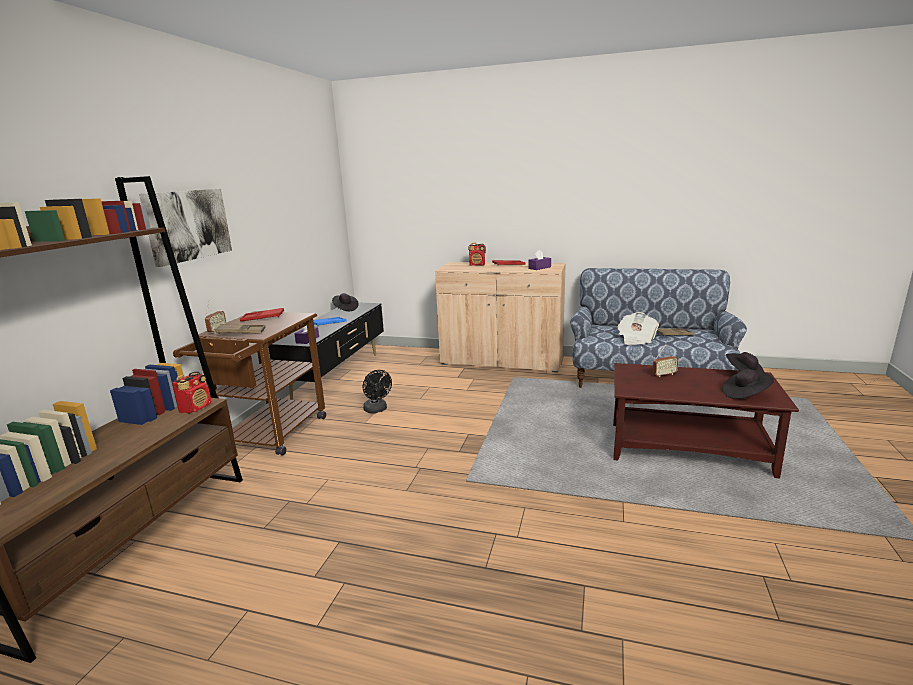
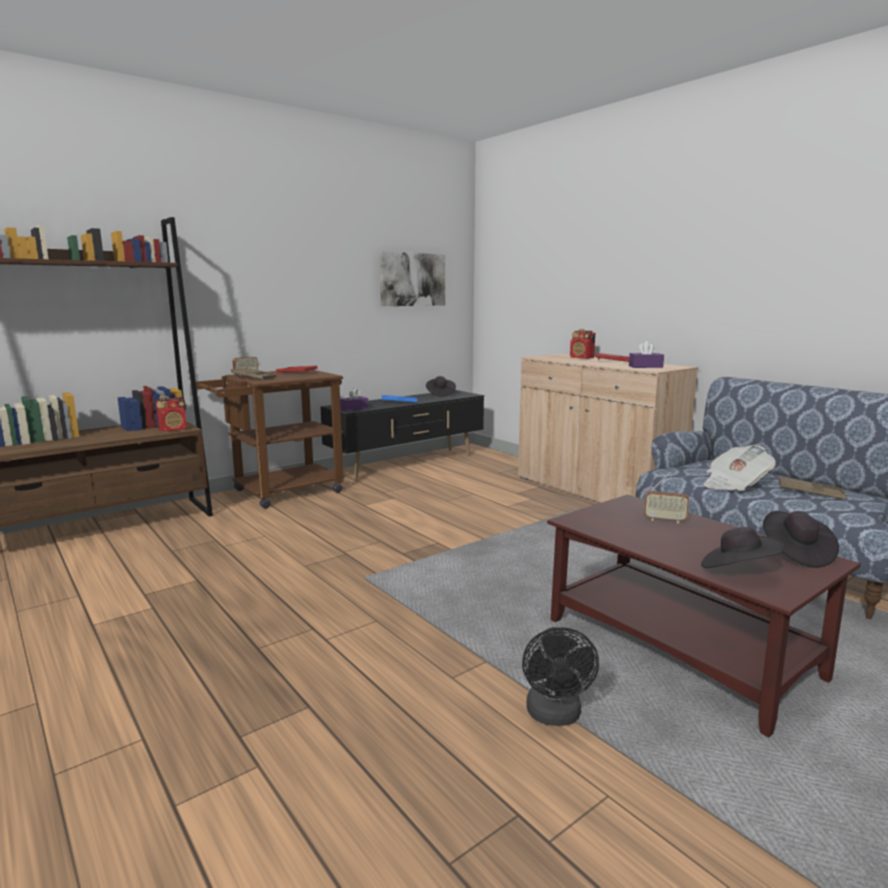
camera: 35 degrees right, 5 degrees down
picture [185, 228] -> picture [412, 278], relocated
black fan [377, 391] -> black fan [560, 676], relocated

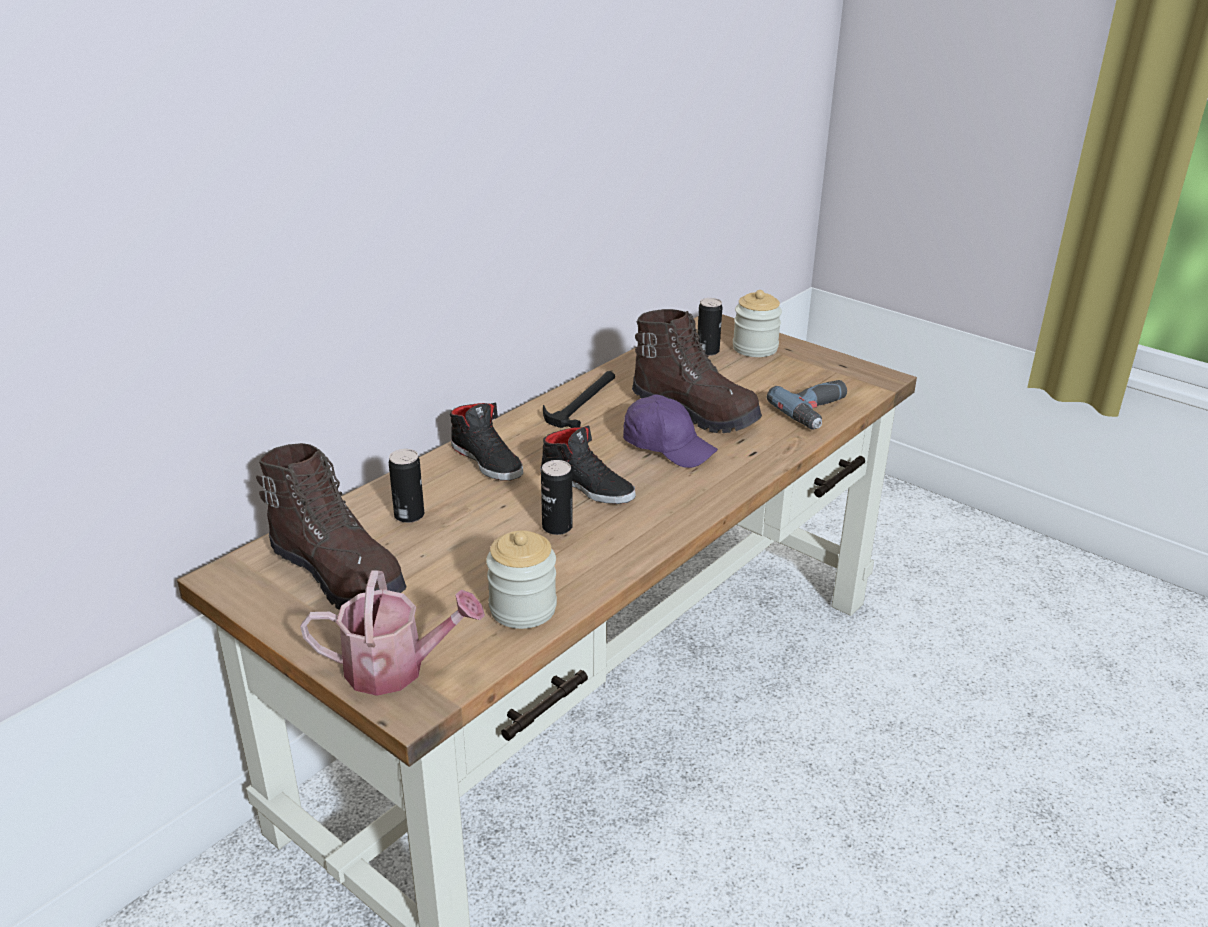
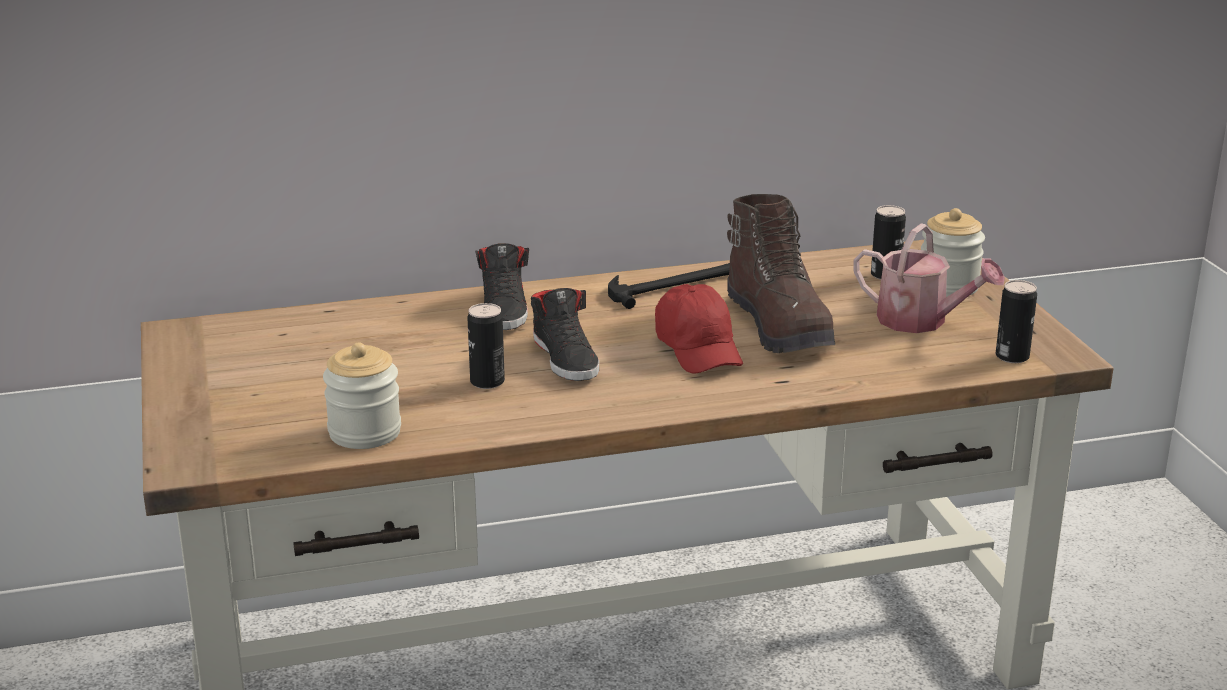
camera: 35 degrees right, 5 degrees down
brown boot [331, 526] -> none
watering can [392, 633] -> watering can [929, 278], relocated
can [406, 486] -> can [1016, 321], relocated
purple cap [670, 431] -> red cap [699, 329]
power drill [807, 405] -> none

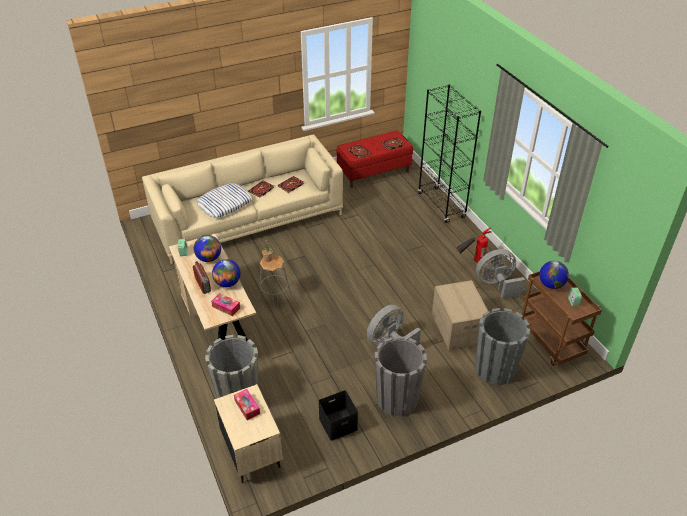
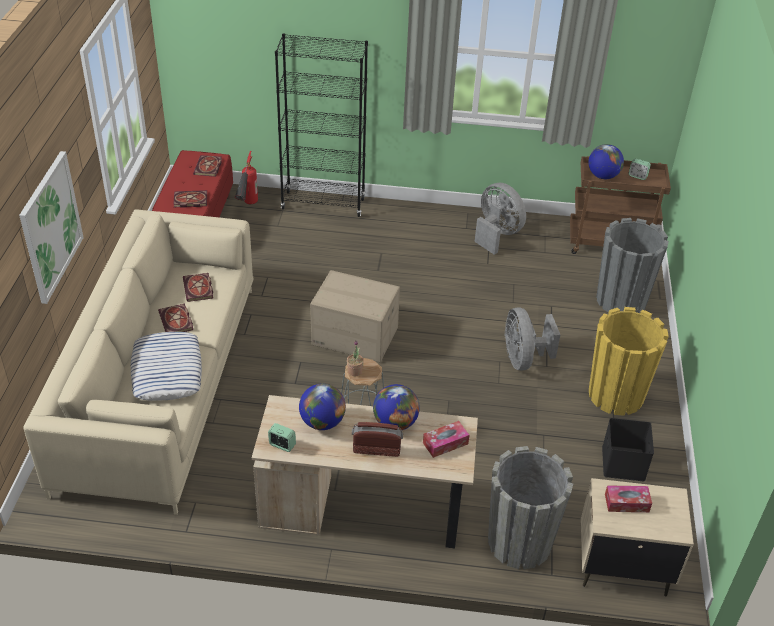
camera: 60 degrees left, 0 degrees up
grey planter [401, 376] -> yellow planter [629, 361]
cardboard box [460, 315] -> cardboard box [355, 316], relocated
fire extinguisher [474, 244] -> fire extinguisher [246, 177], relocated
grey fan [500, 274] -> grey fan [500, 219], 120 degrees clockwise
none -> picture [51, 227]

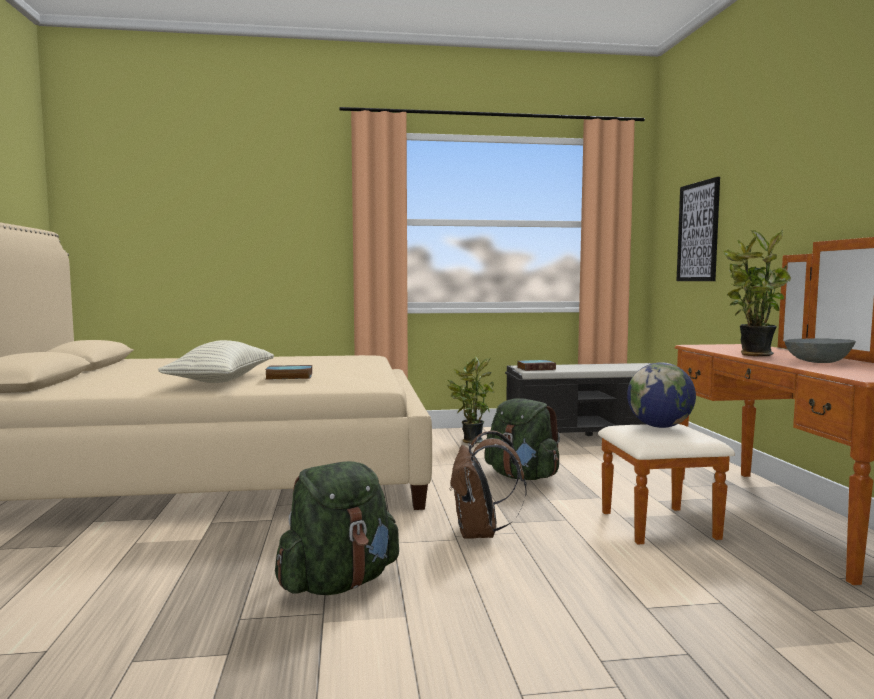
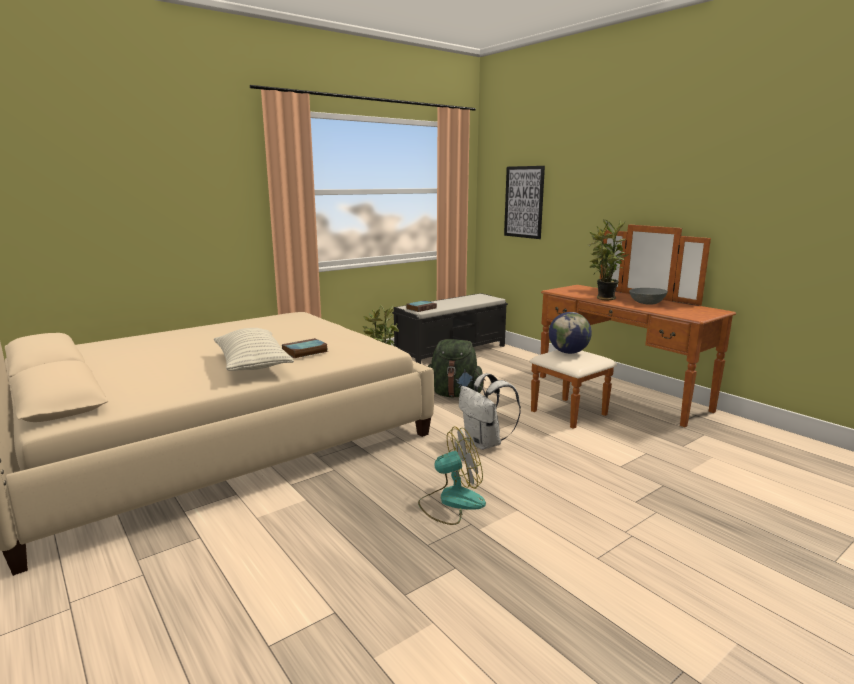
camera: 30 degrees left, 10 degrees up
green backpack [337, 528] -> fan [452, 475]
brown backpack [488, 484] -> white backpack [490, 411]

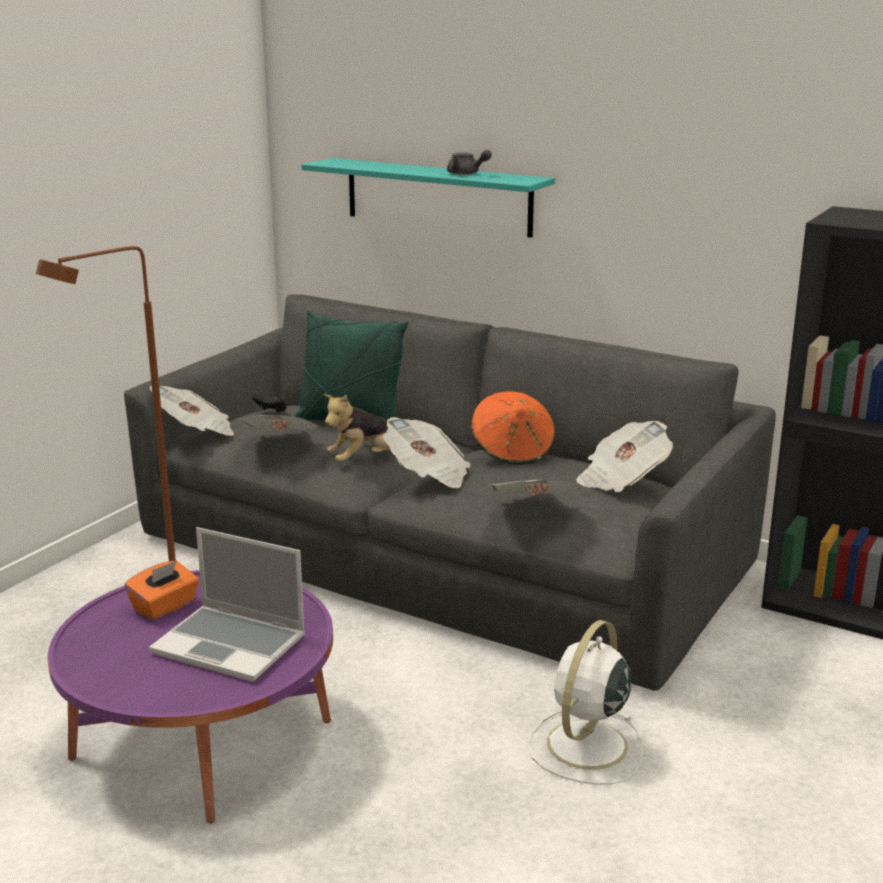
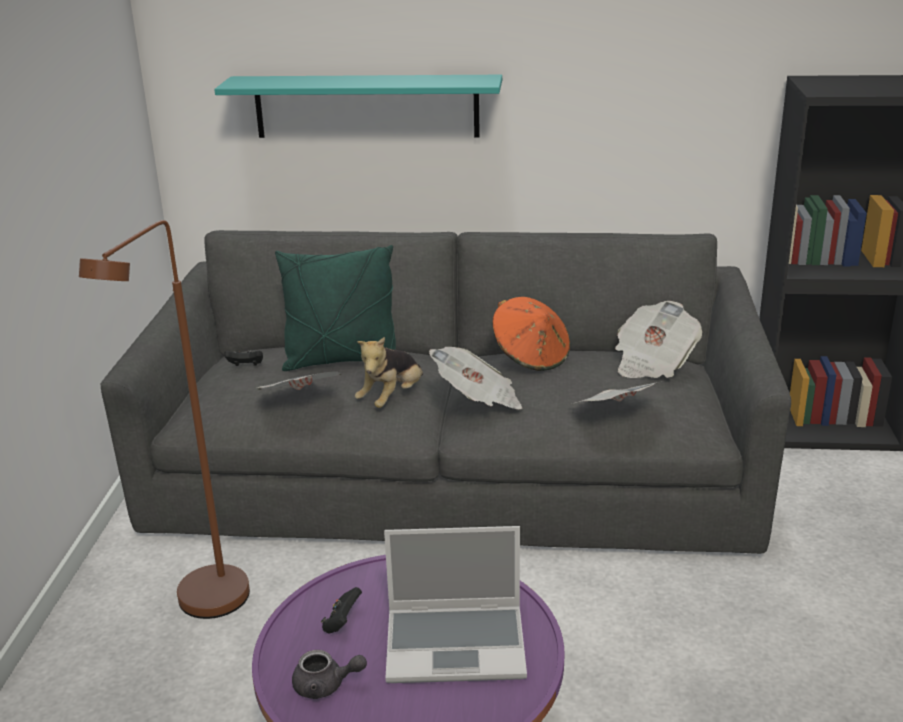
camera: 25 degrees left, 5 degrees up
orange tissue box [162, 590] -> black game controller [341, 610]
newspaper [191, 411] -> none
grey teapot [469, 162] -> grey teapot [329, 674], relocated
white fan [585, 702] -> none

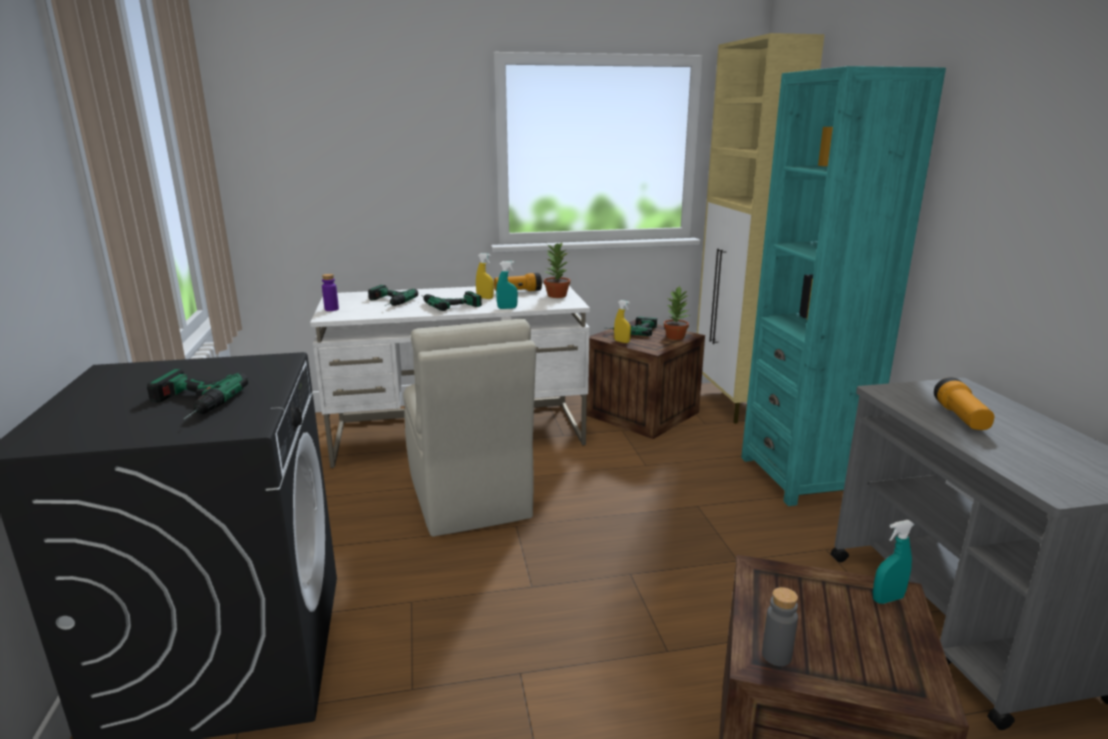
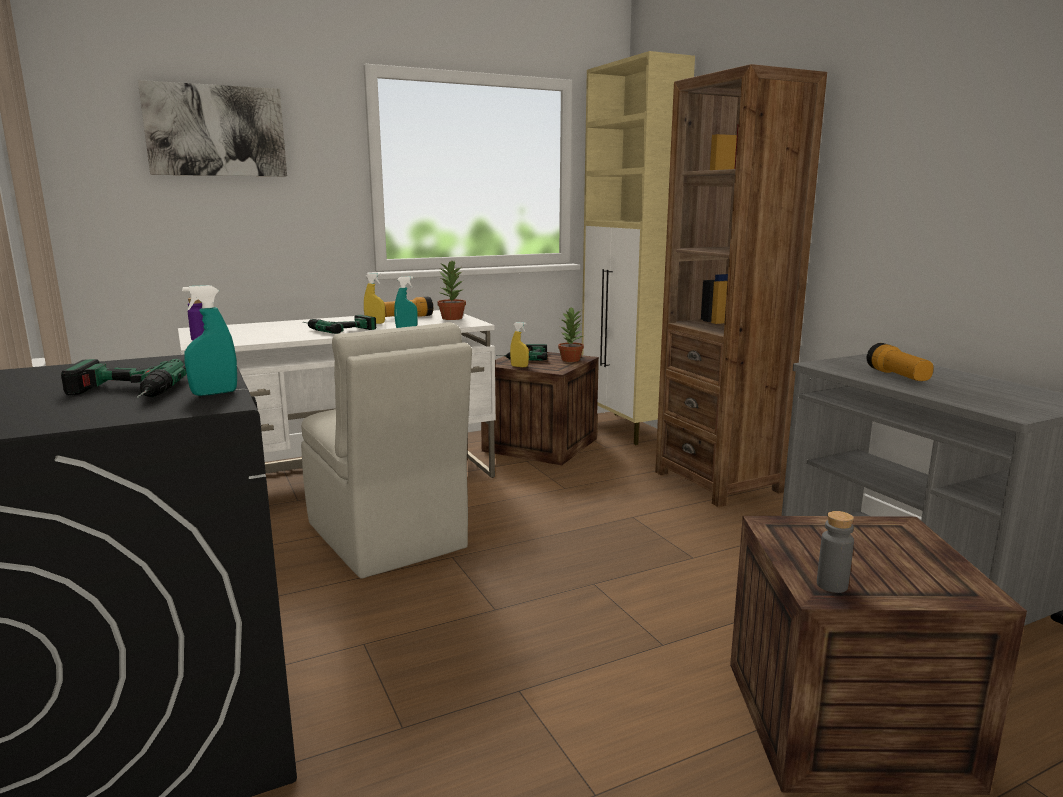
camera: 15 degrees left, 5 degrees down
power drill [393, 295] -> none
turquoise bookcase [843, 286] -> brown bookcase [741, 285]
turquoise spray bottle [894, 562] -> turquoise spray bottle [209, 340], relocated
none -> picture [212, 128]

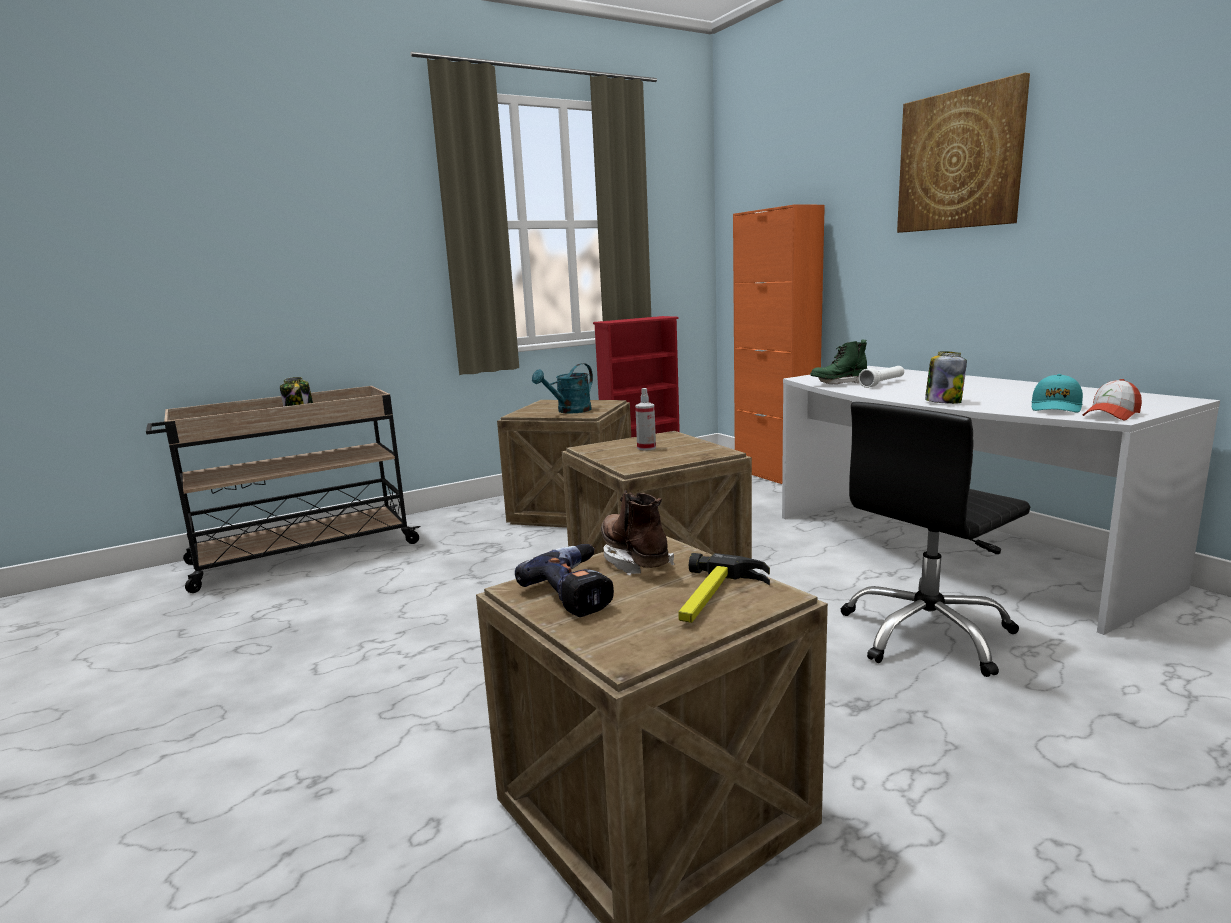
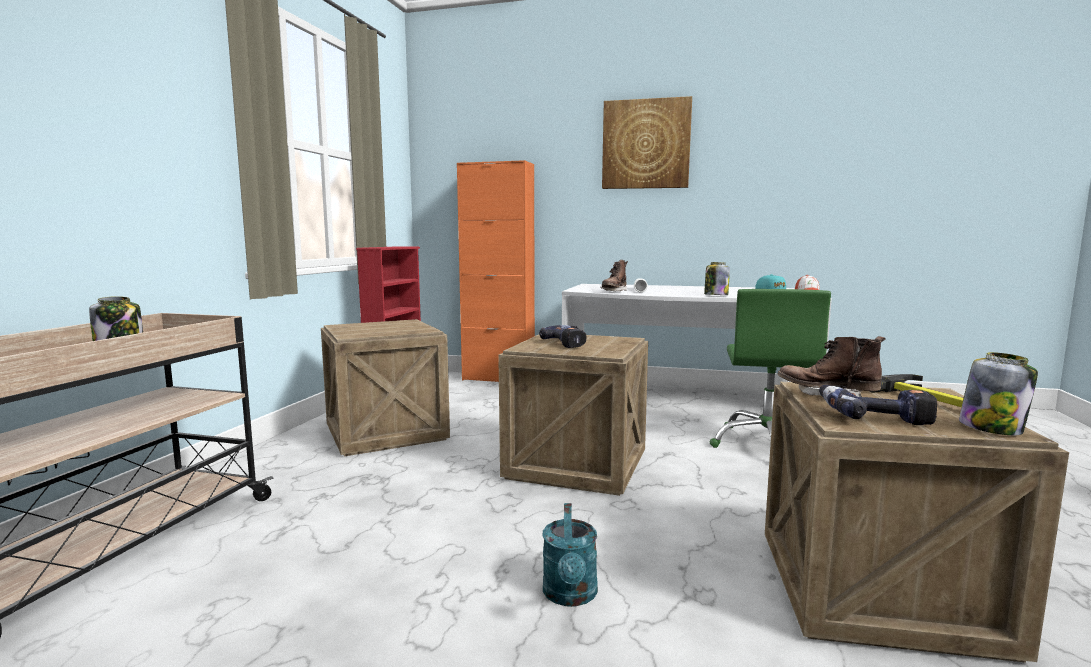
camera: 45 degrees left, 5 degrees down
turquoise watering can [562, 388] -> turquoise watering can [570, 555], relocated
spray bottle [645, 419] -> power drill [562, 336]
green boot [838, 362] -> brown boot [614, 276]
black office chair [935, 539] -> green office chair [770, 368]
none -> jar [998, 393]

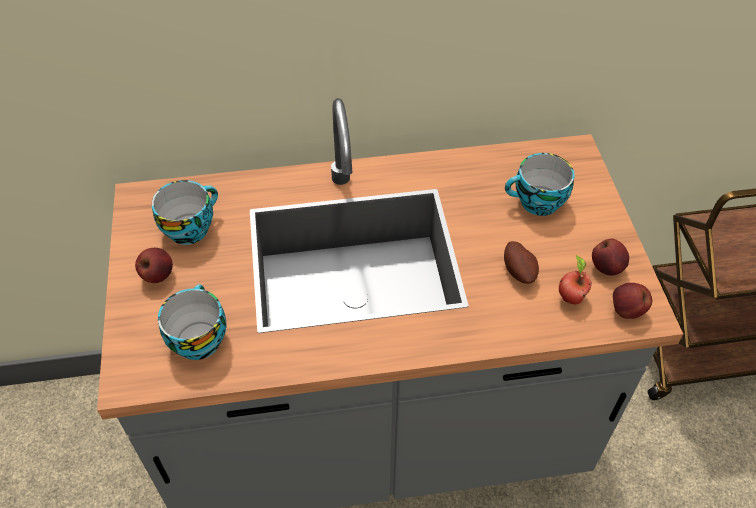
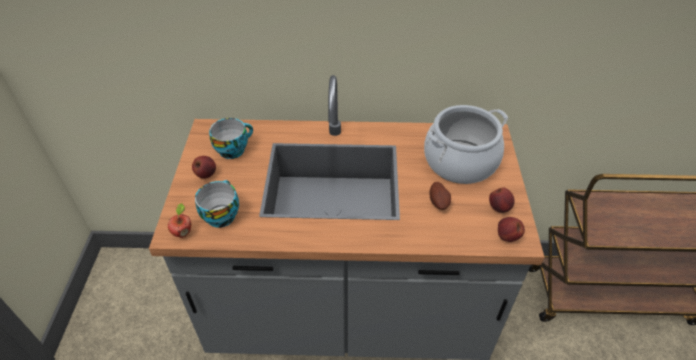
camera: 10 degrees right, 5 degrees down
cup [540, 184] -> cooking pot [466, 144]
apple [575, 279] -> apple [179, 220], relocated

